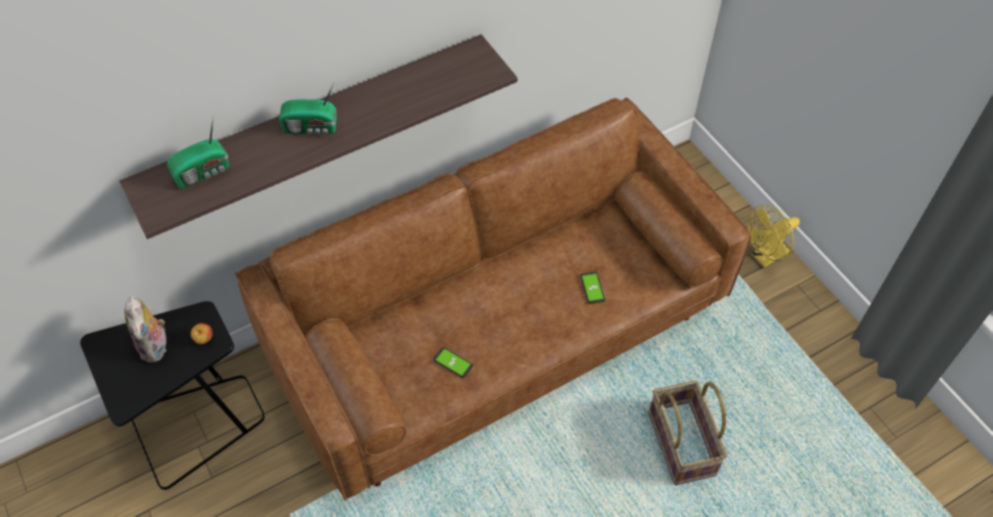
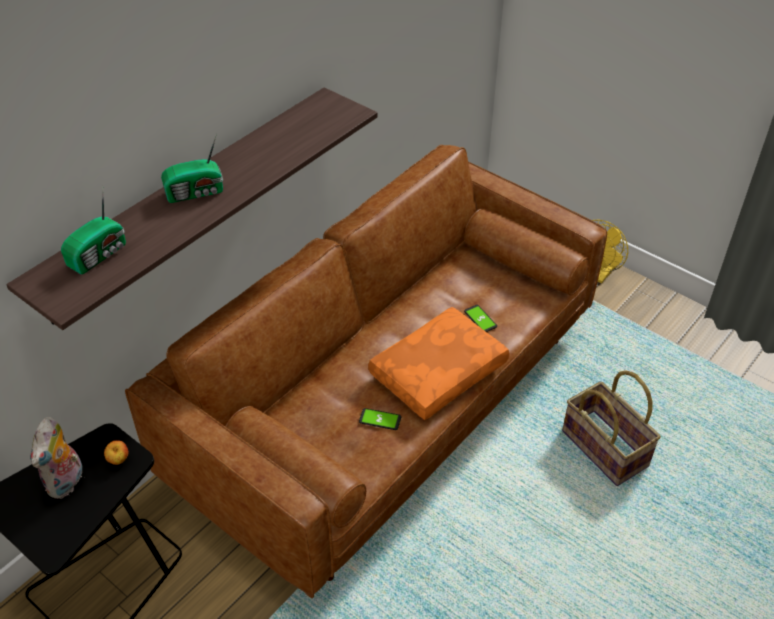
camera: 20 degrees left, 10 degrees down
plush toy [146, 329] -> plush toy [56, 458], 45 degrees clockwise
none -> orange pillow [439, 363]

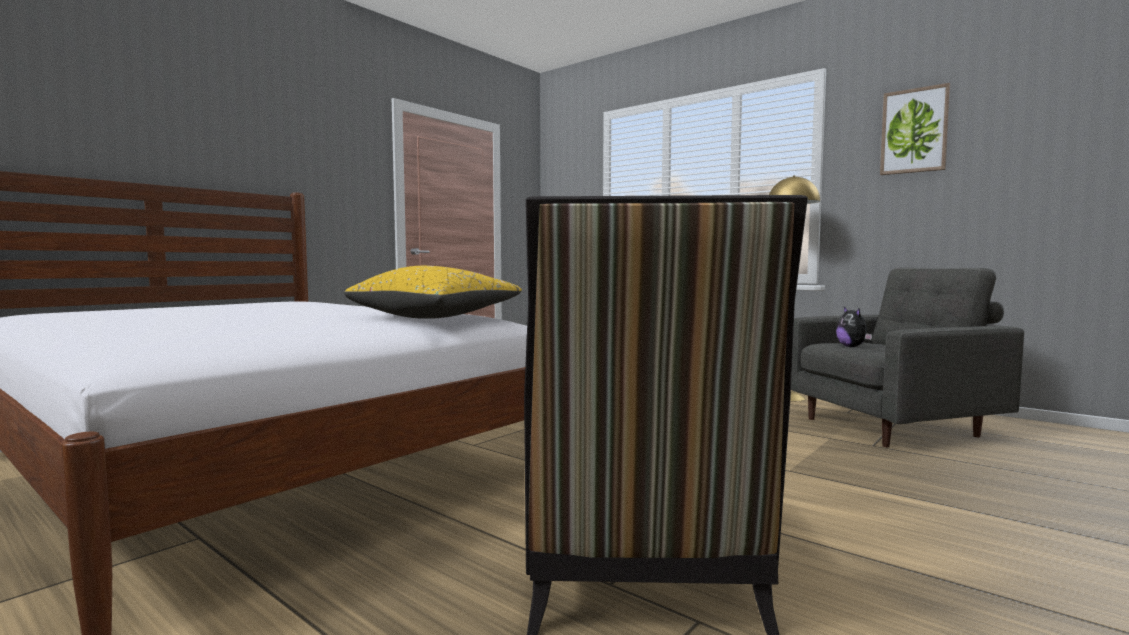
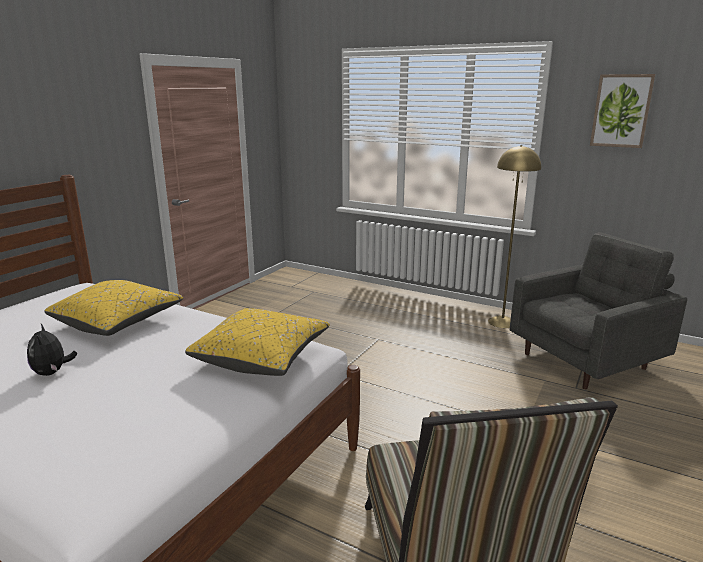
camera: 10 degrees left, 15 degrees up
plush toy [854, 327] -> plush toy [52, 350], relocated
none -> yellow pillow [113, 308]

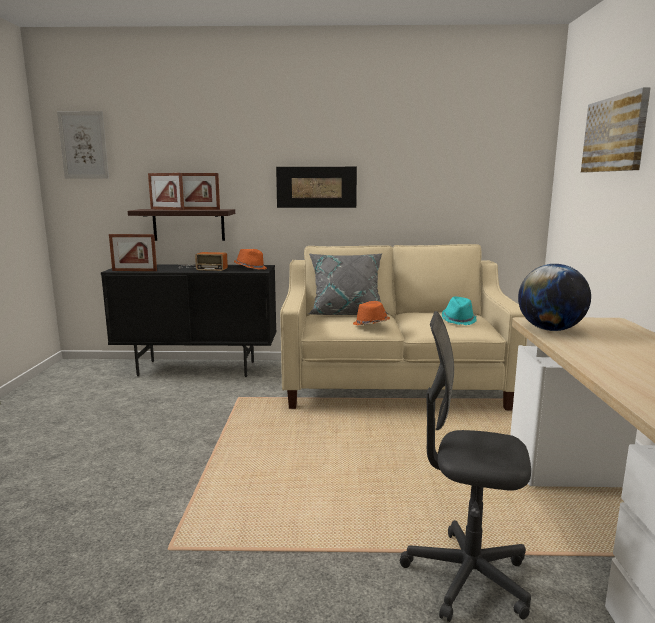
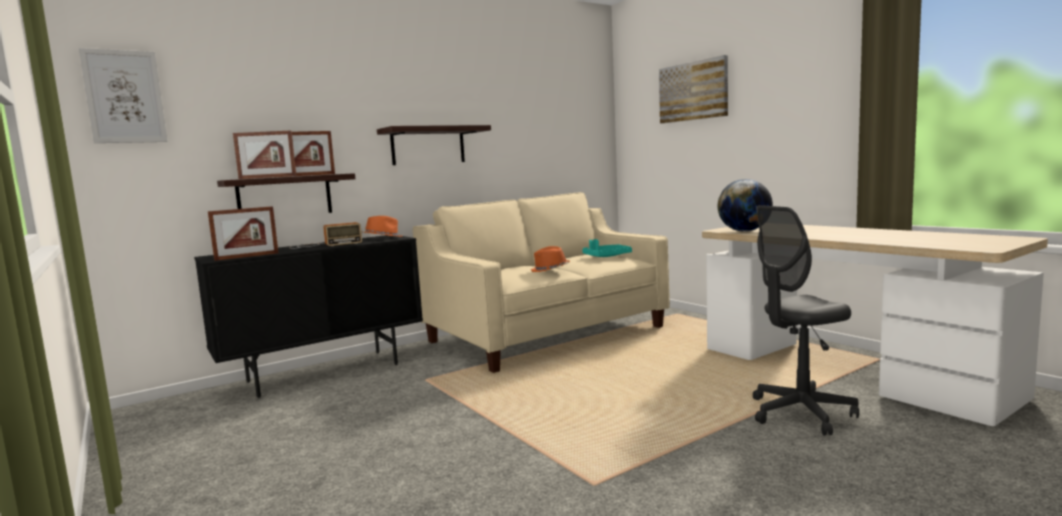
camera: 35 degrees left, 5 degrees down
picture [316, 187] -> shelf [434, 145]
grey pillow [348, 284] -> none
turquoise hat [459, 311] -> turquoise tray [607, 248]

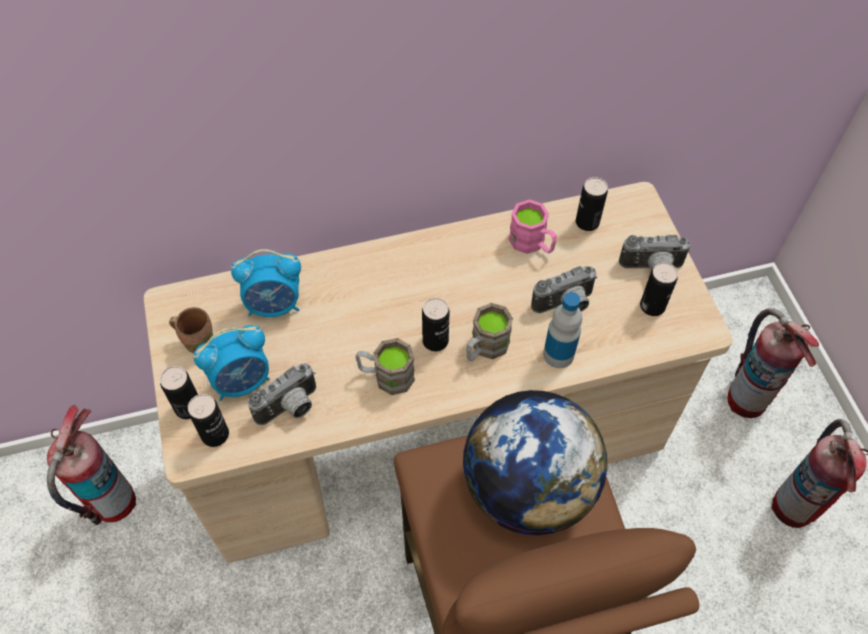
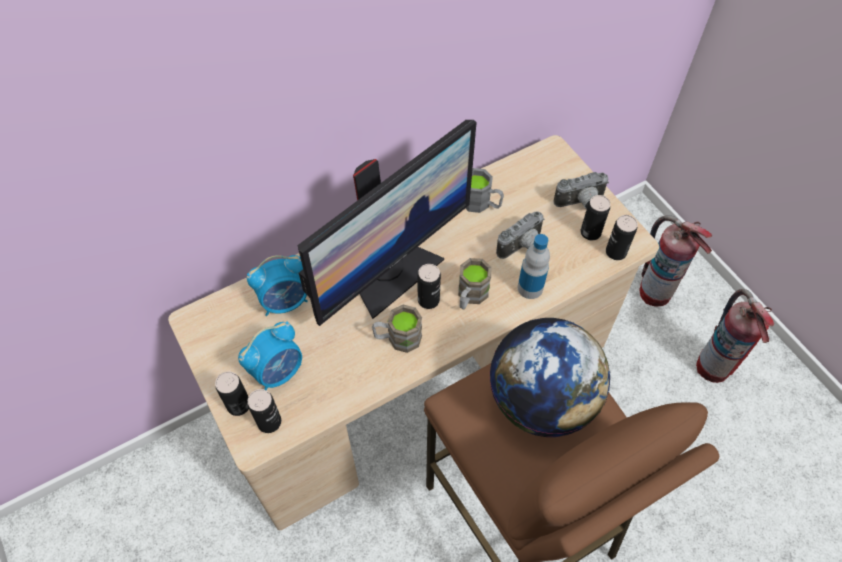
camera: 15 degrees left, 0 degrees up
fire extinguisher [91, 465] -> none
brown mug [191, 330] -> none
photo camera [282, 394] -> none
pink mug [533, 226] -> grey mug [484, 190]
can [592, 204] -> can [622, 237], relocated
none -> monitor [387, 223]

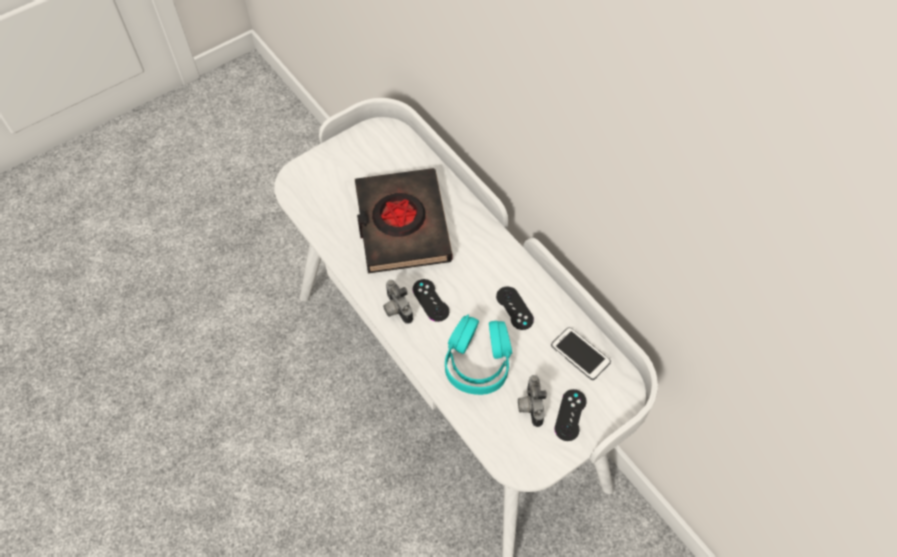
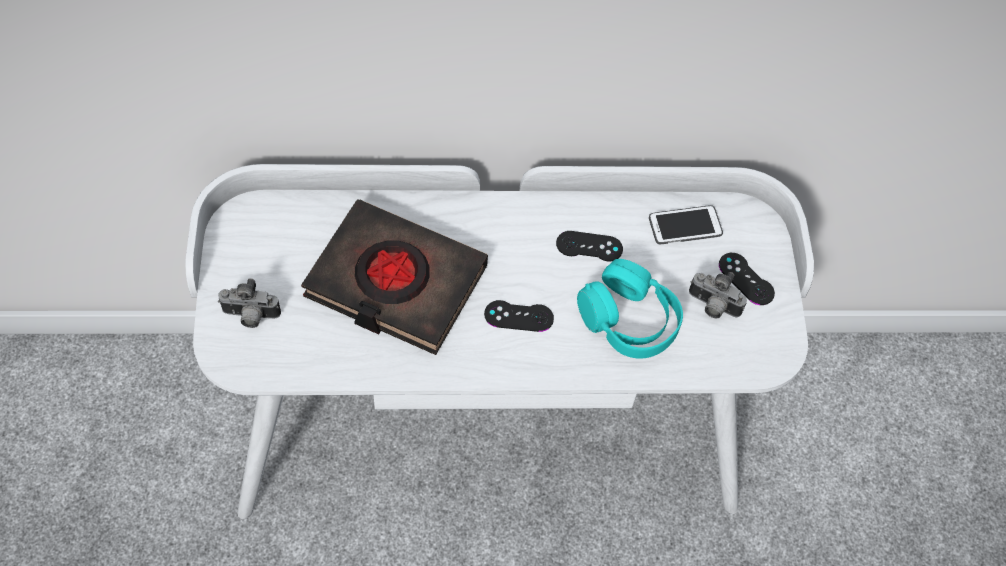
camera: 60 degrees left, 0 degrees up
photo camera [398, 302] -> photo camera [249, 303], relocated

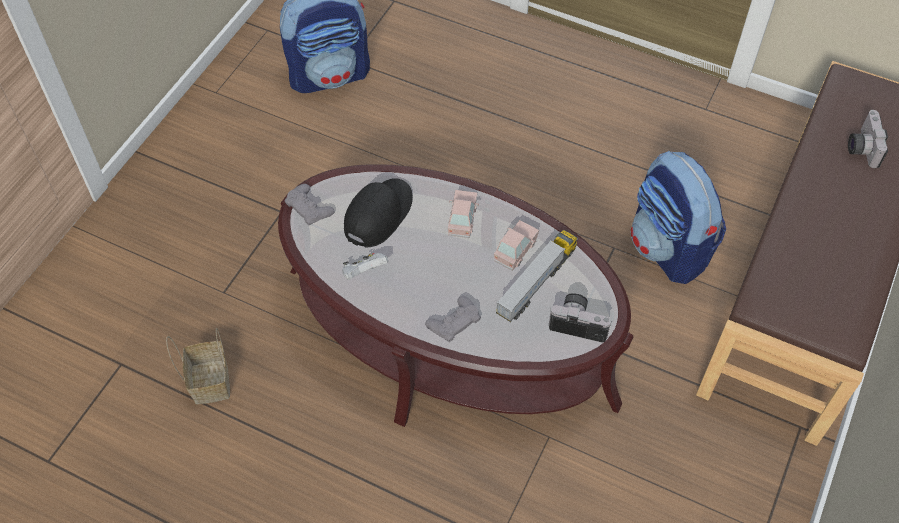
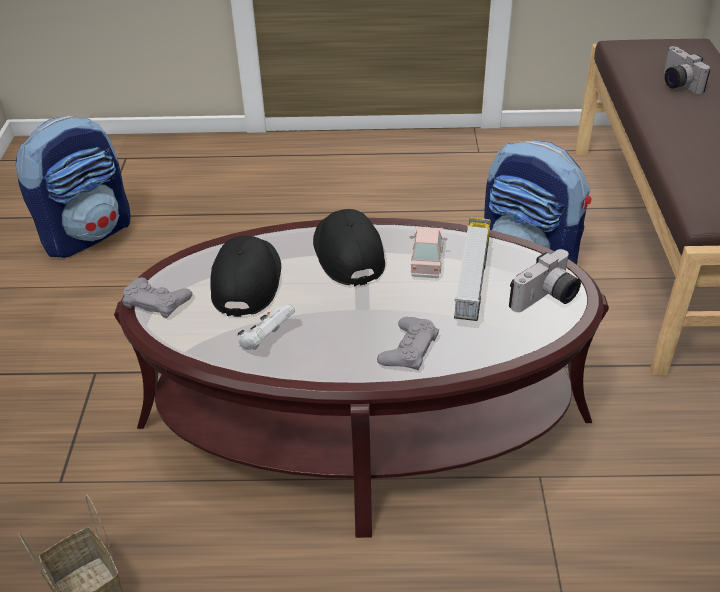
camera: 25 degrees left, 15 degrees down
pink toy car [463, 214] -> black cap [349, 247]
photo camera [580, 318] -> photo camera [545, 280], 150 degrees clockwise

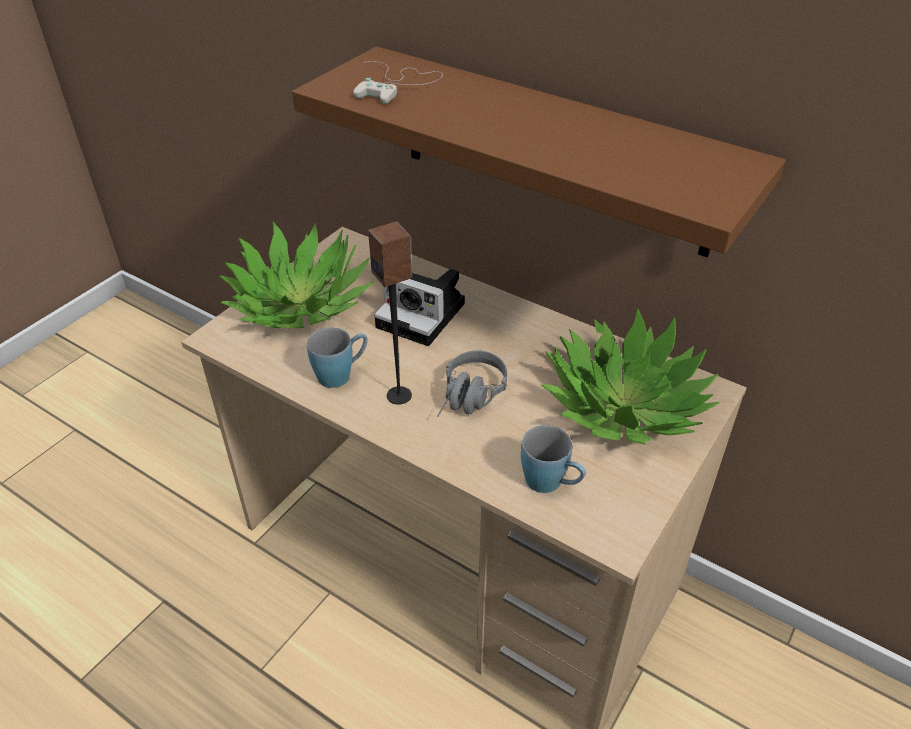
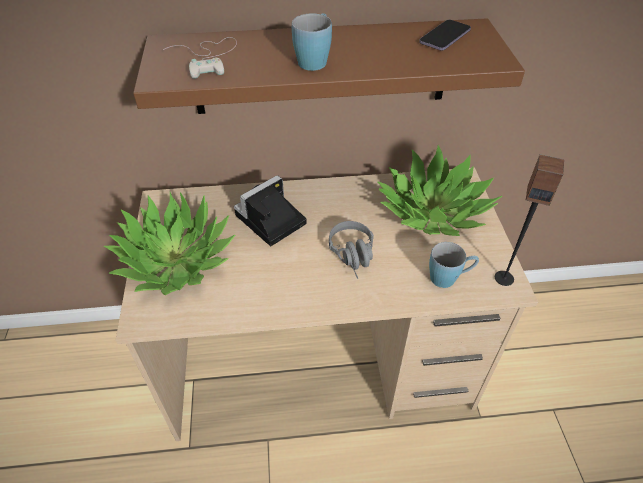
camera: 40 degrees left, 5 degrees up
blue mug [337, 357] -> blue mug [312, 42], relocated
speaker [390, 313] -> speaker [529, 220], relocated
photo camera [419, 307] -> photo camera [270, 210], 150 degrees clockwise
none -> phone [445, 35]

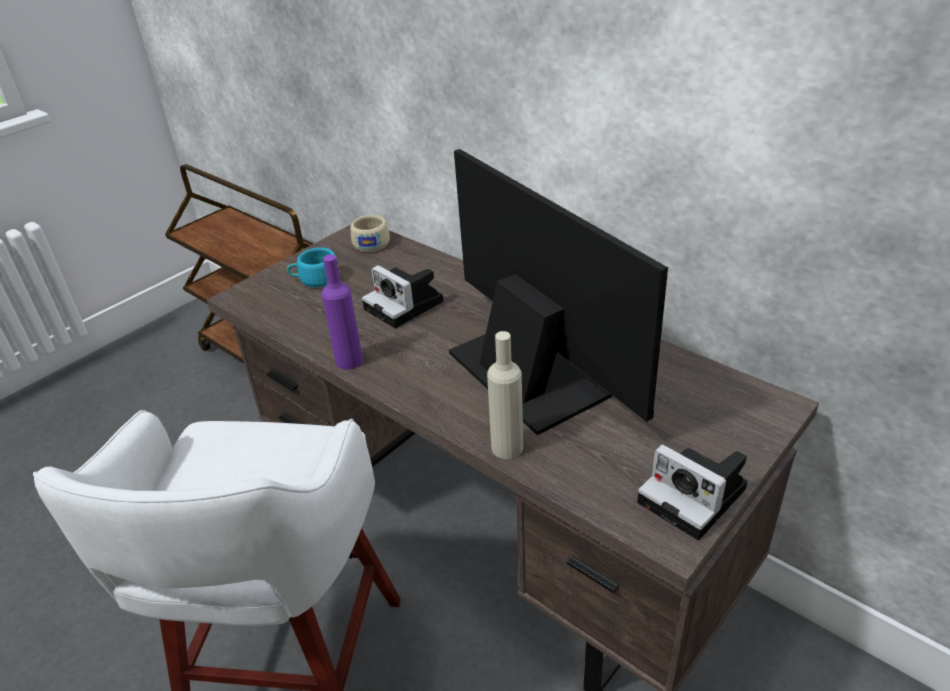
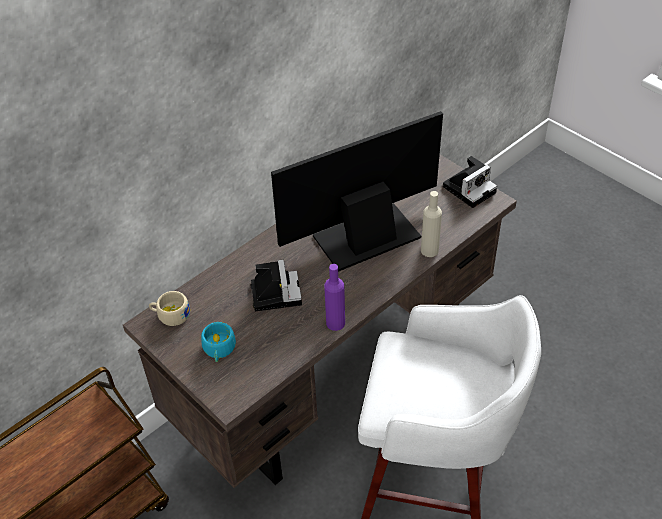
camera: 85 degrees left, 10 degrees up
photo camera [402, 296] -> photo camera [276, 285], 60 degrees counterclockwise

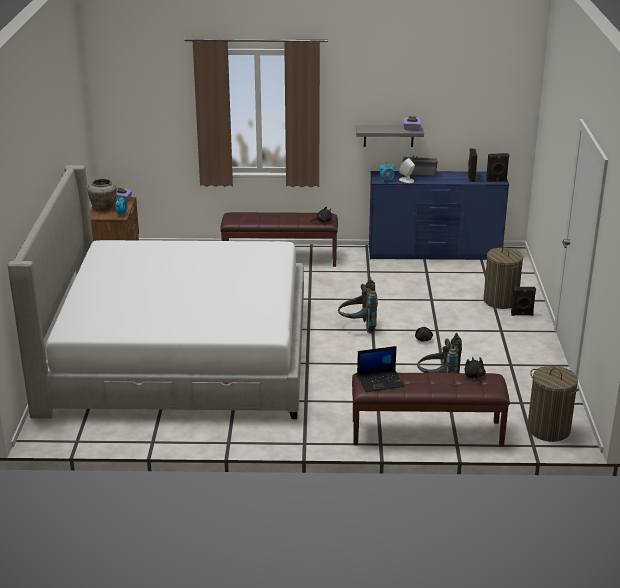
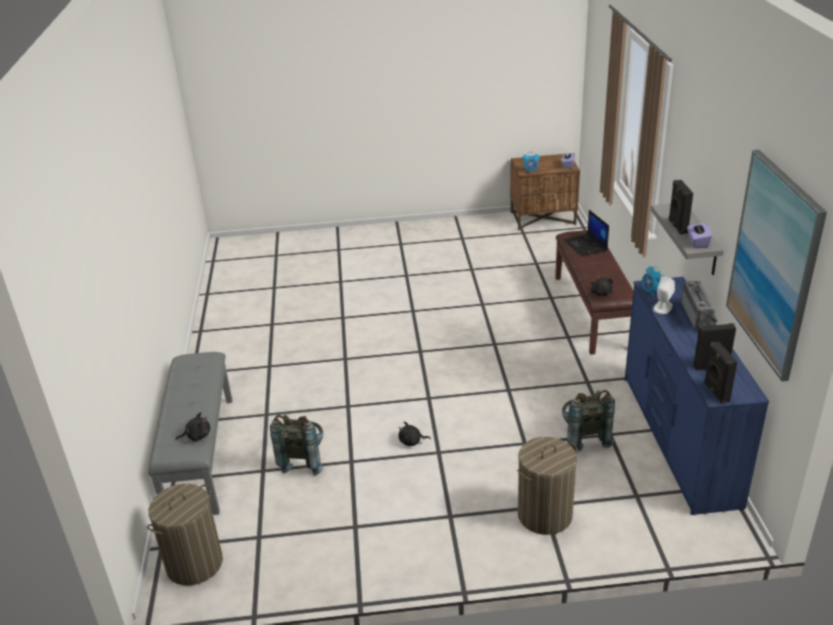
camera: 85 degrees right, 5 degrees up
bed [156, 292] -> none
beige vase [102, 195] -> none
grey backpack [358, 305] -> grey backpack [588, 421], relocated
brown bench [431, 410] -> grey bench [190, 433]
laptop [381, 369] -> laptop [586, 233], relocated
black speaker [523, 301] -> black speaker [680, 207], relocated
none -> picture [776, 265]

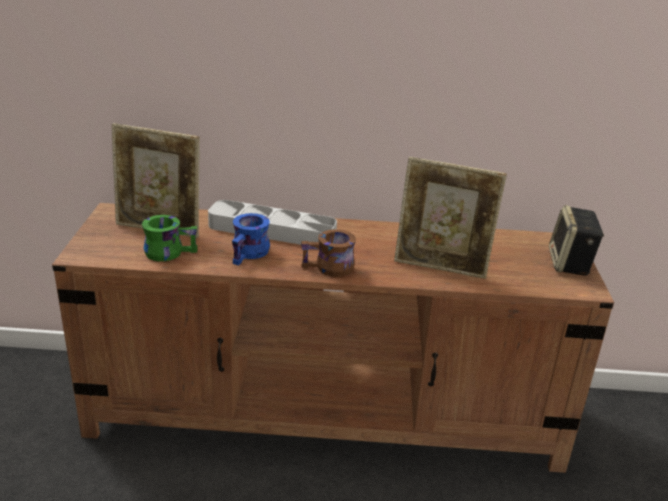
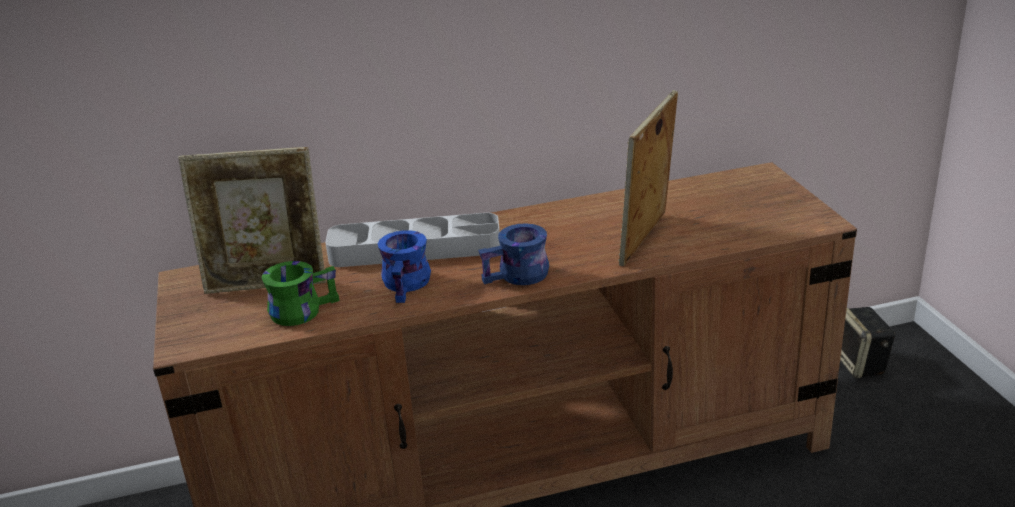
camera: 15 degrees left, 0 degrees up
brown mug [328, 253] -> blue mug [513, 254]
picture frame [450, 218] -> picture frame [648, 178], 120 degrees clockwise
speaker [576, 240] -> speaker [867, 342], relocated

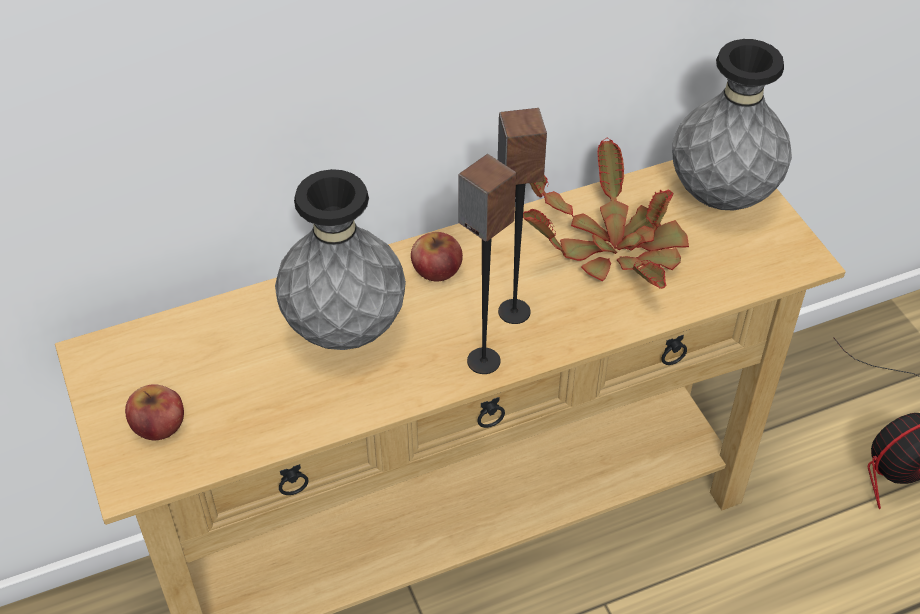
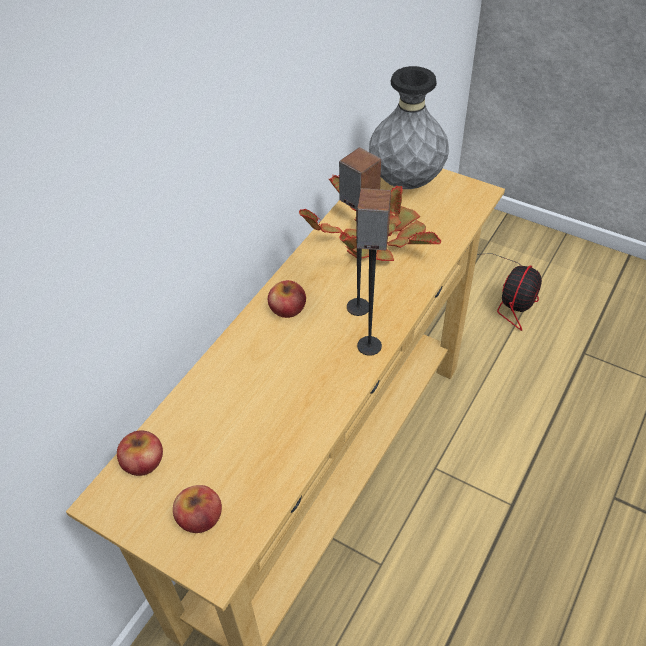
camera: 35 degrees left, 0 degrees up
grey vase [340, 259] -> none
none -> apple [140, 453]

